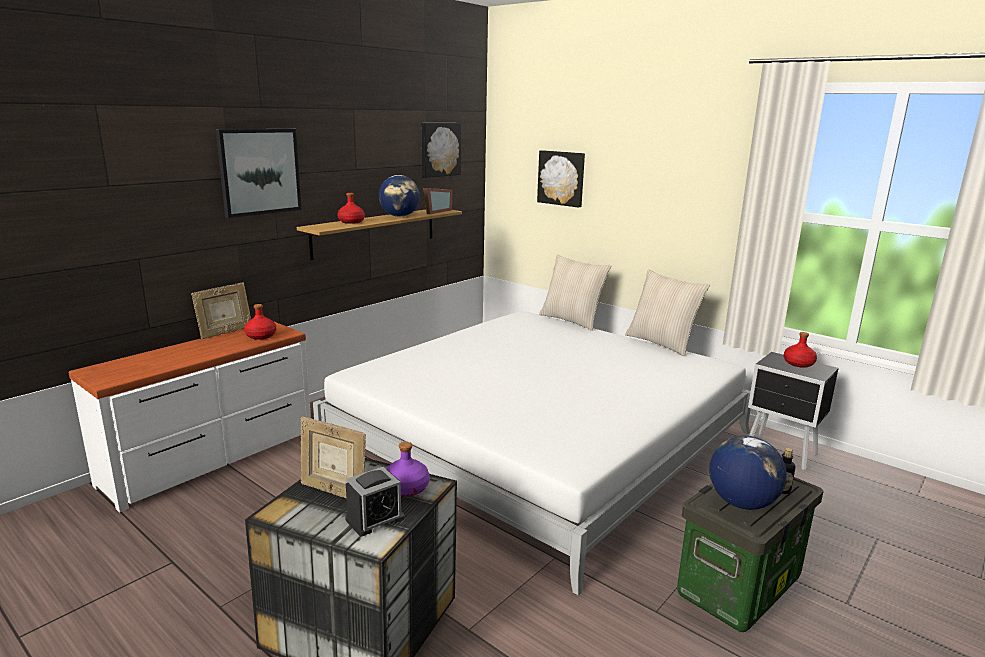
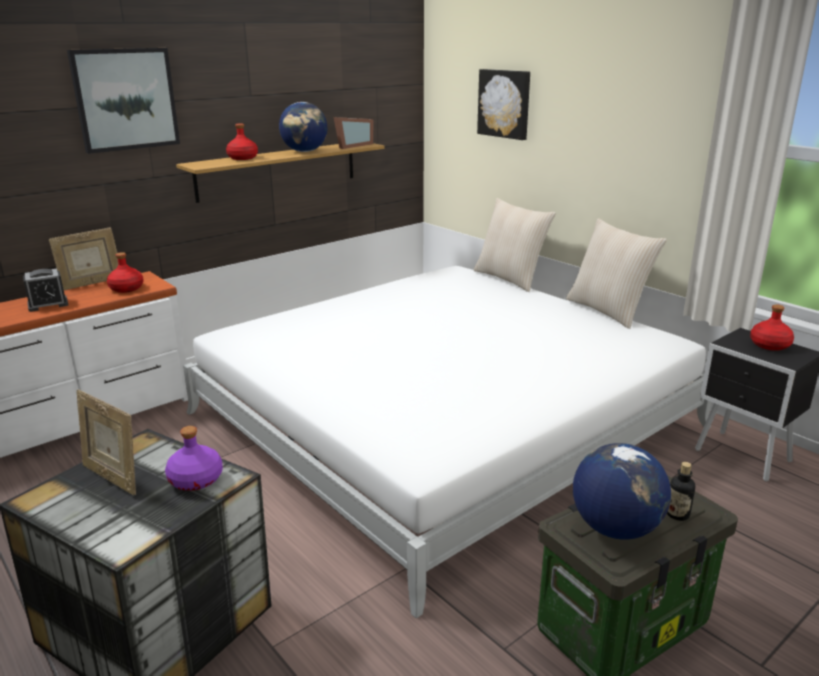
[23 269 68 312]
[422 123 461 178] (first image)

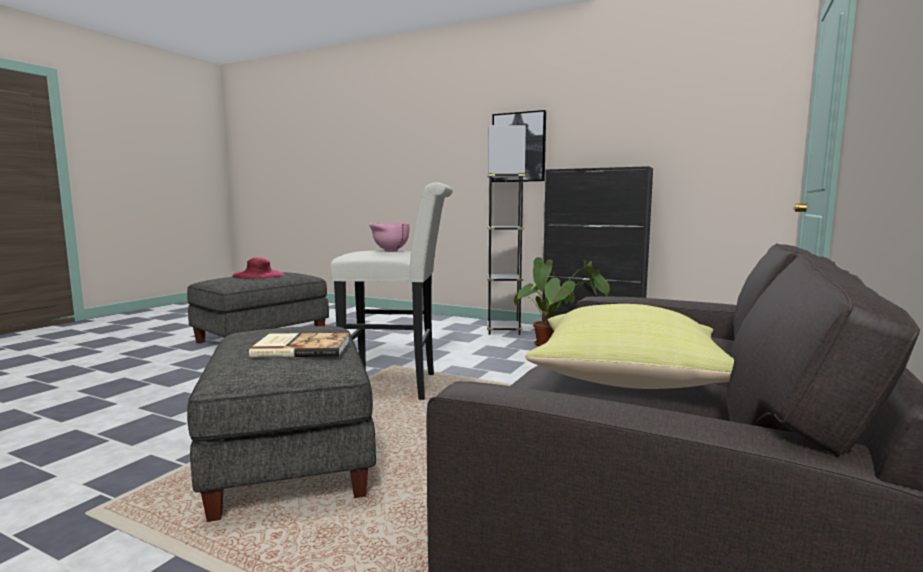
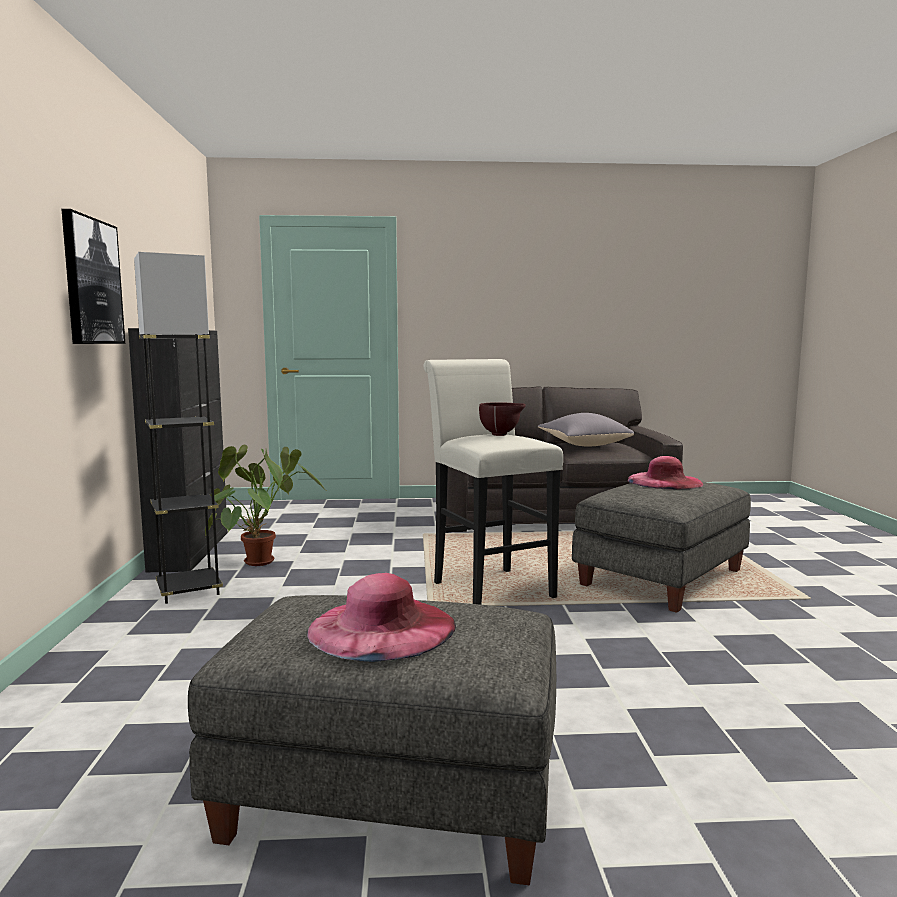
[479 402 526 436]
[538 413 634 446]
[628 456 703 490]

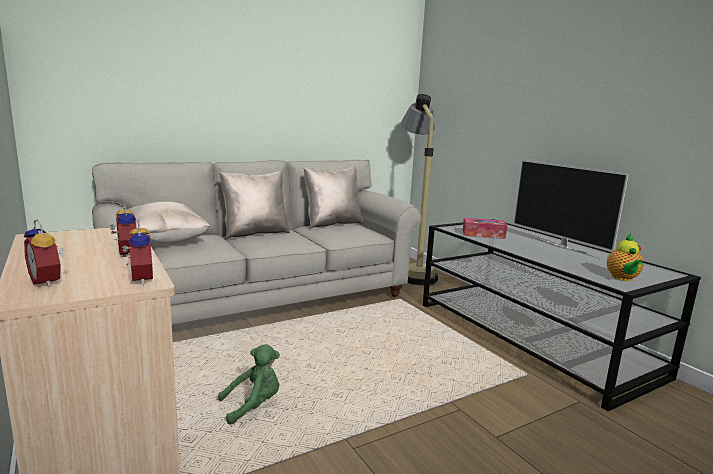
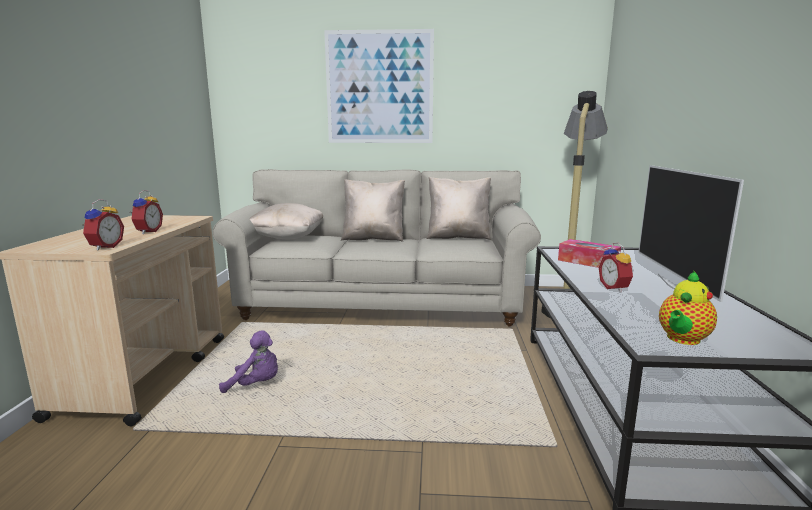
[219 330 278 393]
[324 29 434 143]
[599 243 634 292]

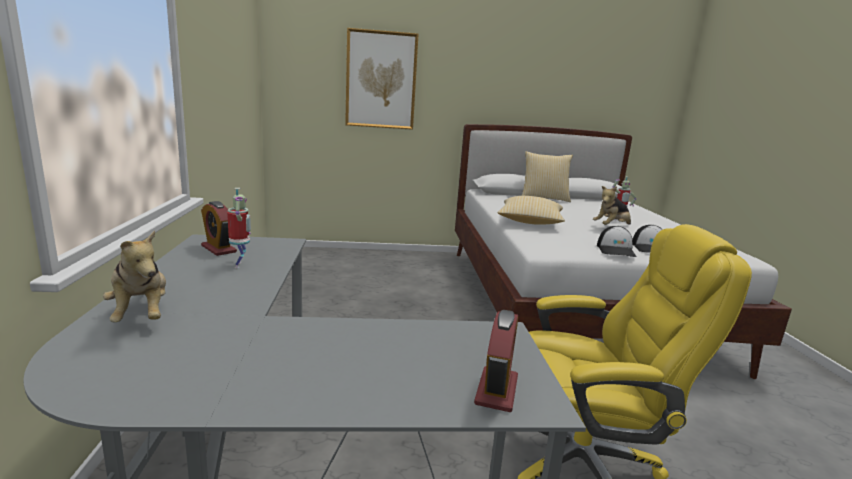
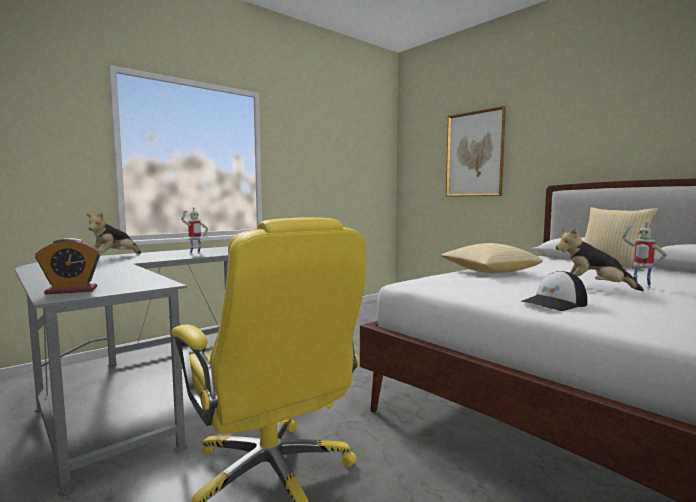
[201 201 237 256] (first image)
[597 226 637 257] (first image)

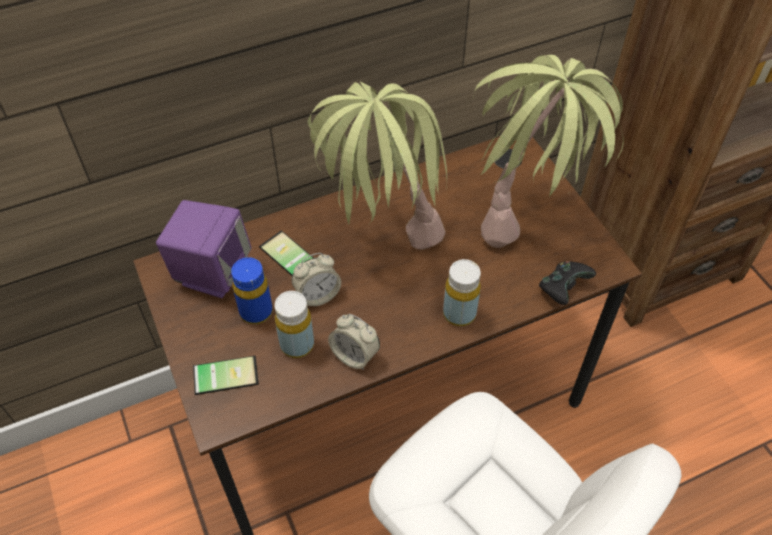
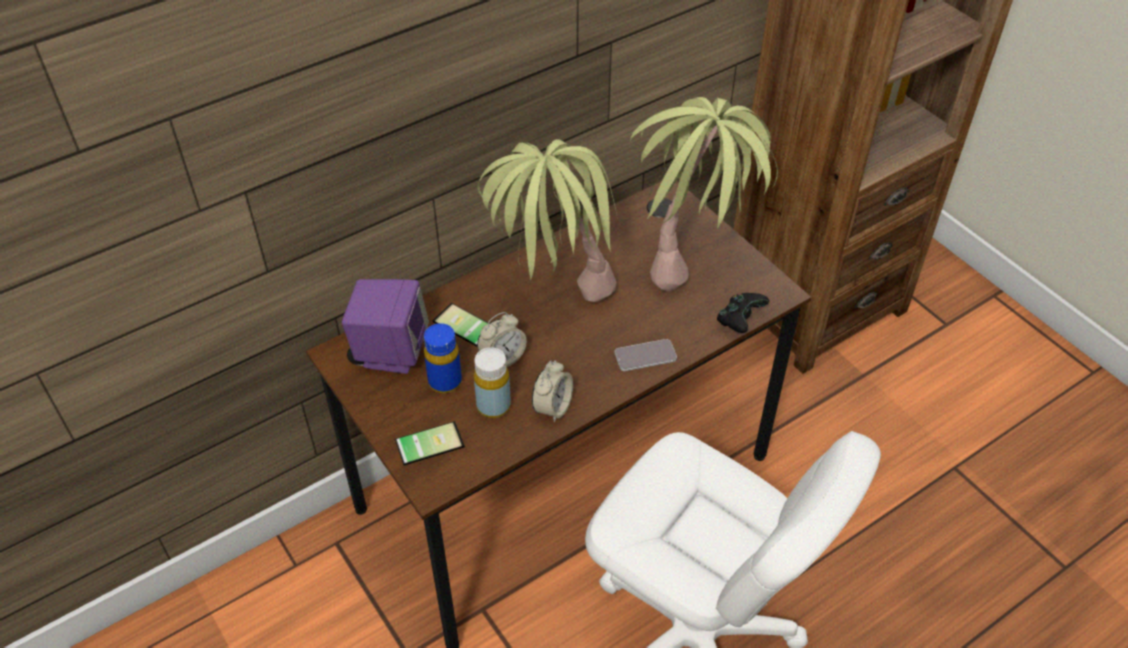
[532 360 573 422]
[615 339 677 371]

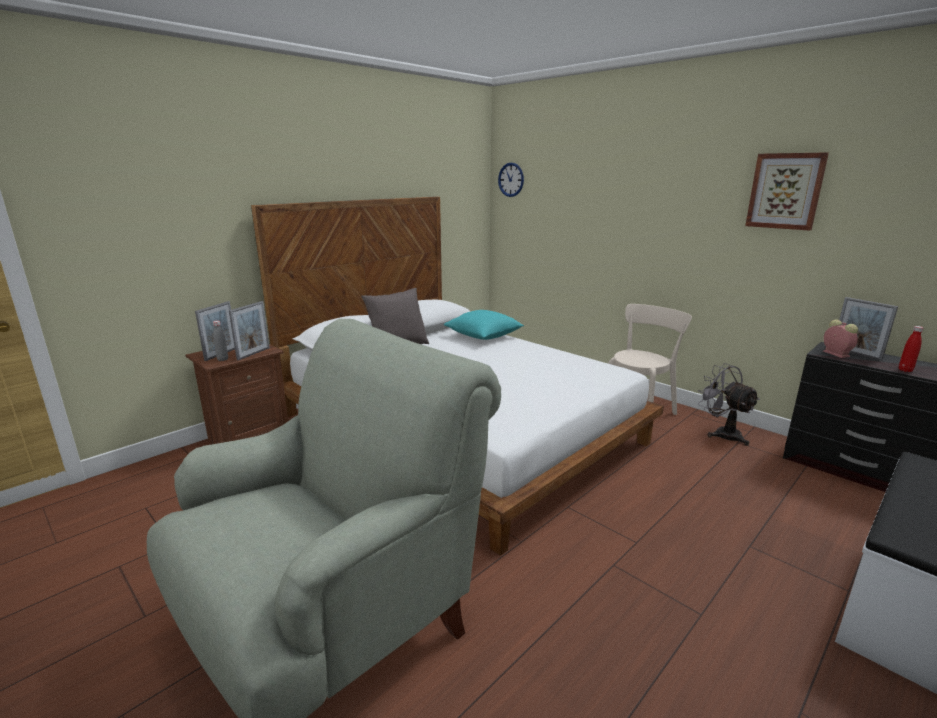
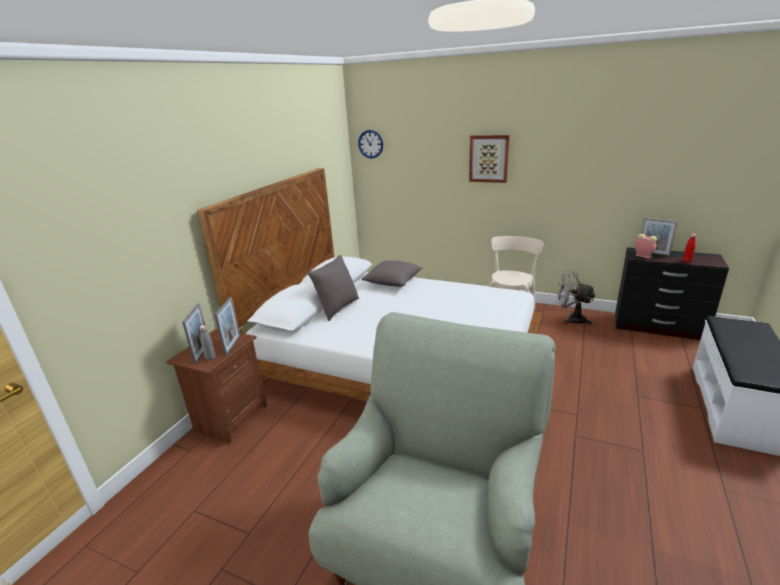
[362 260 422 287]
[469 135 510 183]

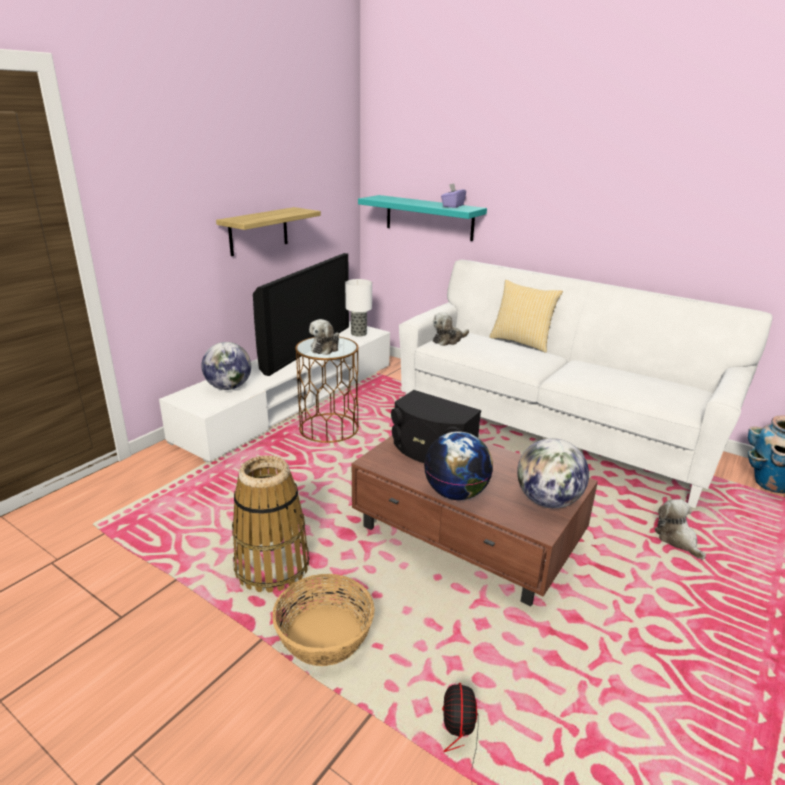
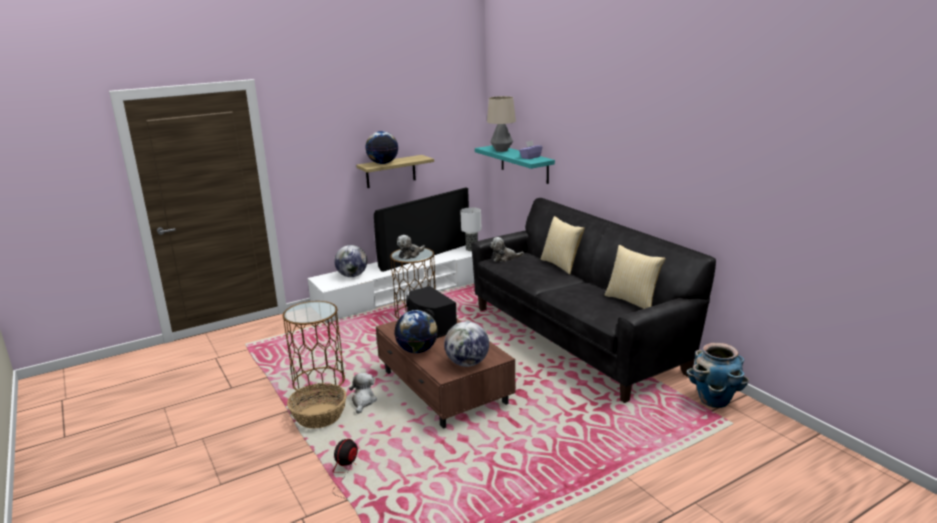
[283 301 345 393]
[349 373 377 414]
[366 131 398 164]
[471 198 716 403]
[487 96 516 152]
[604 245 666 309]

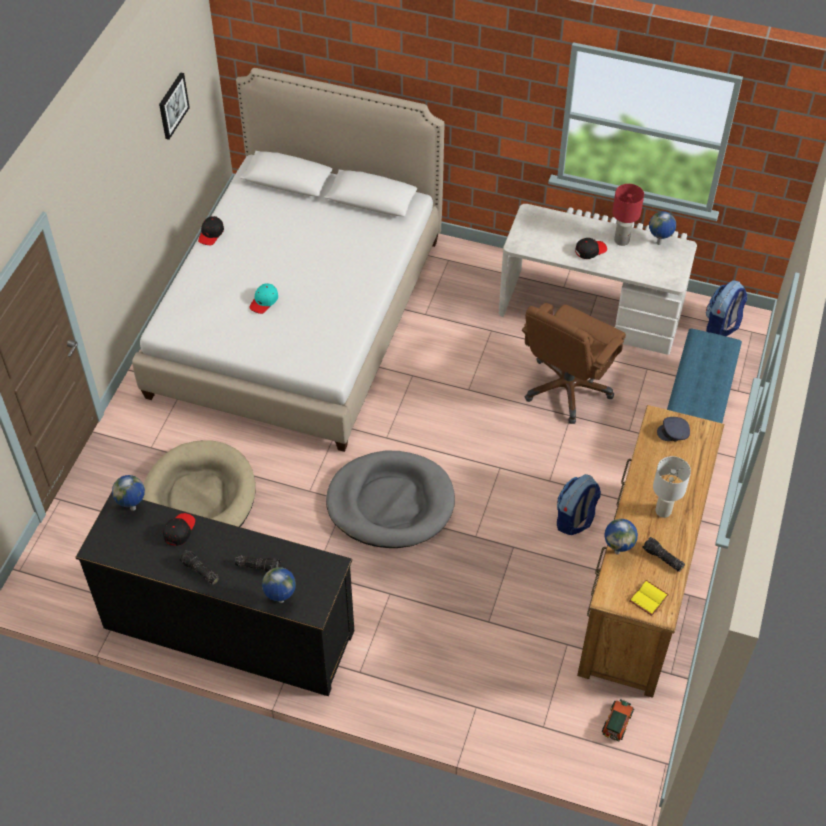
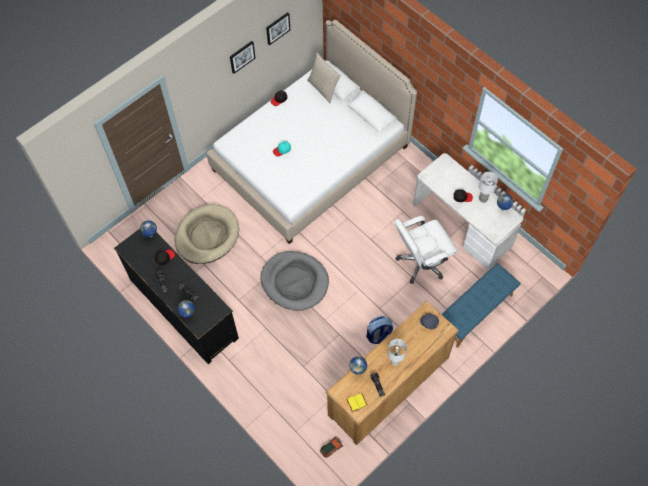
[230 41 255 74]
[307 53 341 104]
[394 216 458 284]
[479 172 498 203]
[706 280 747 336] (first image)

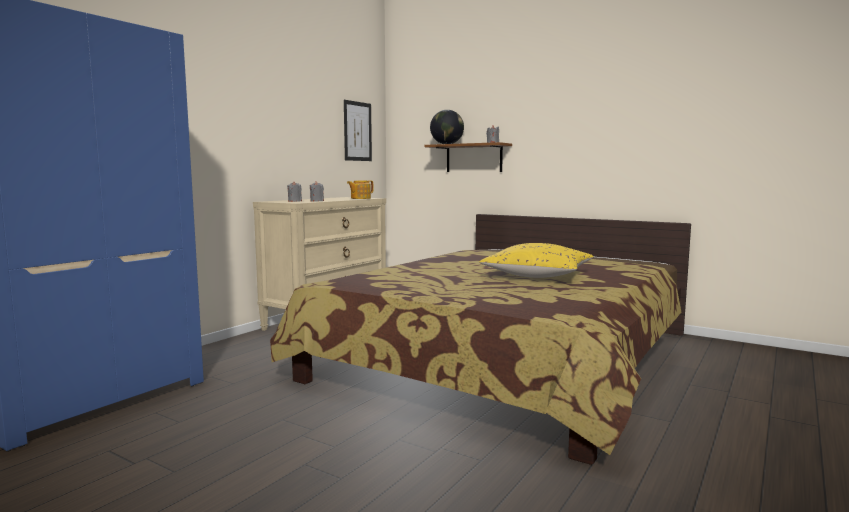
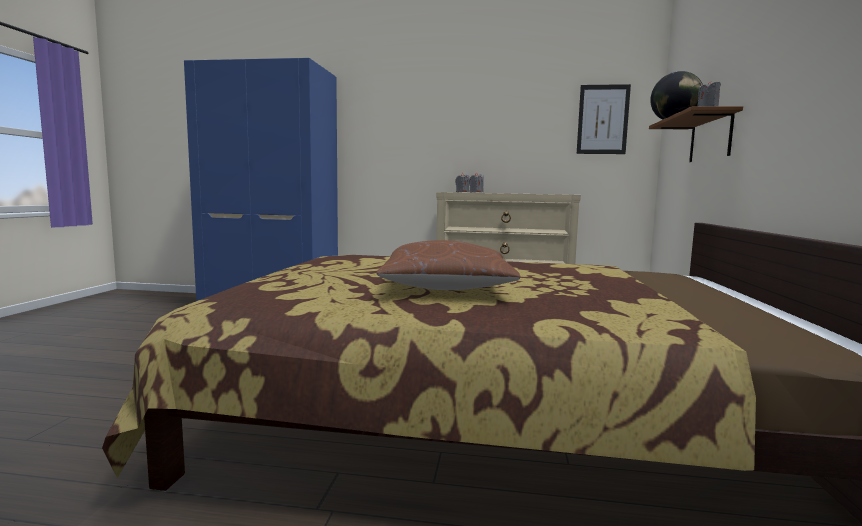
[377 240 520 290]
[347 180 373 199] (first image)

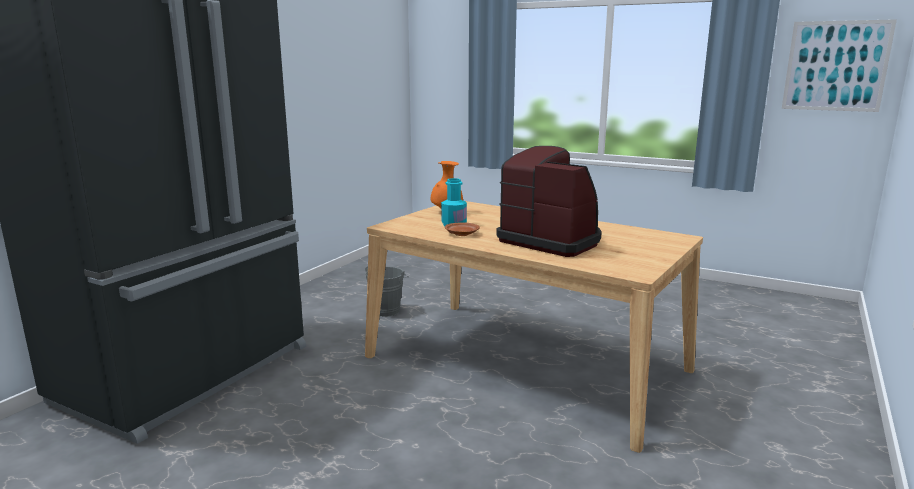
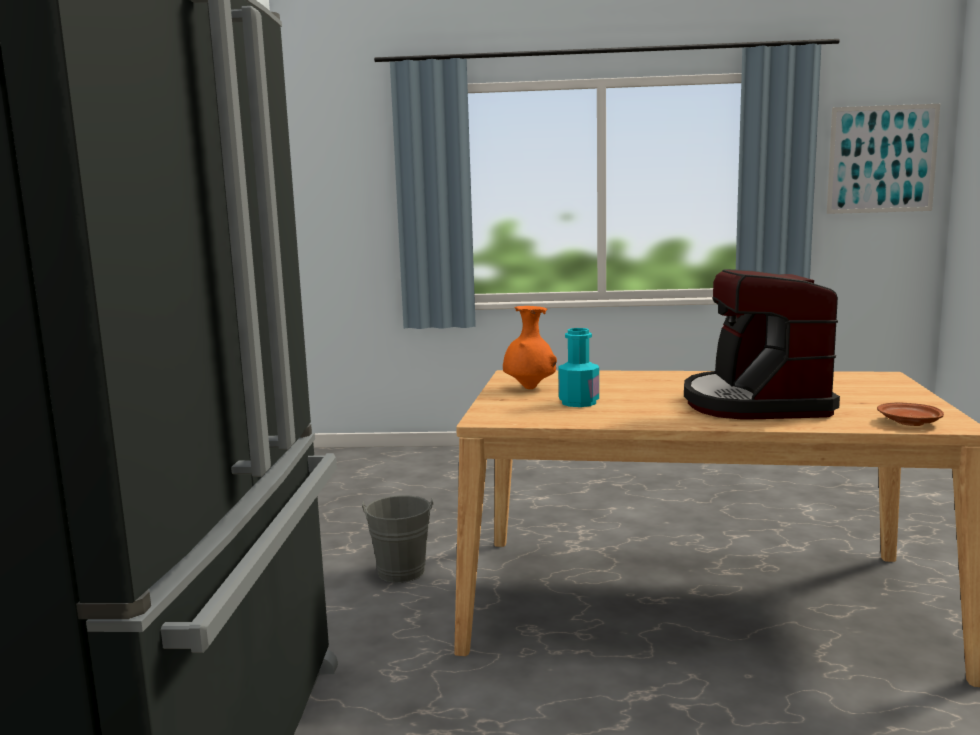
[684 269 840 419]
[877 402 944 426]

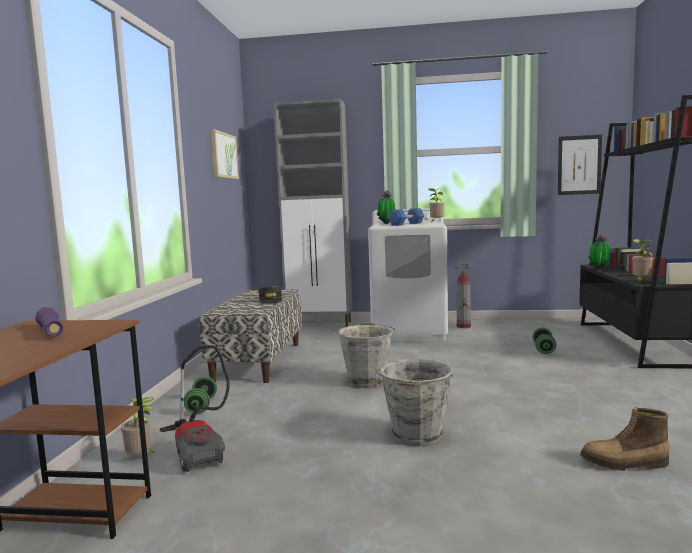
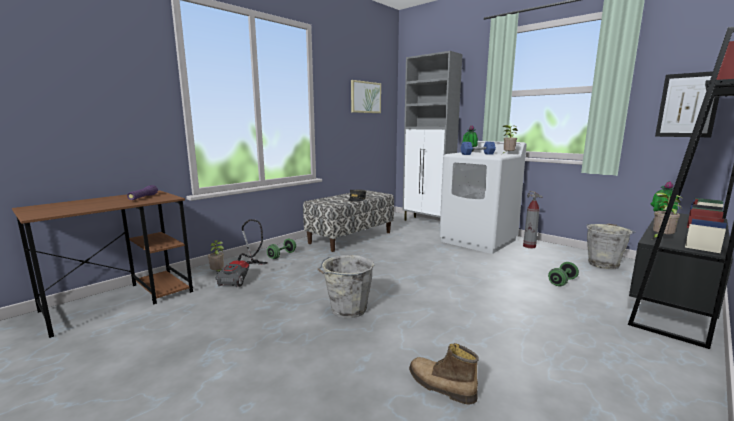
[586 223 635 269]

